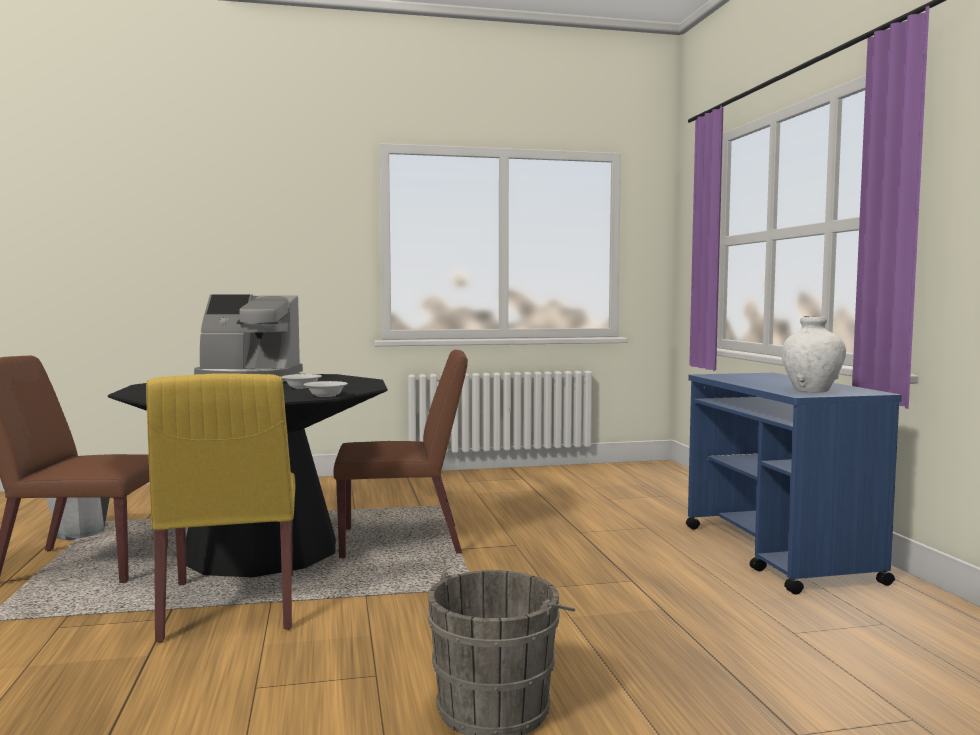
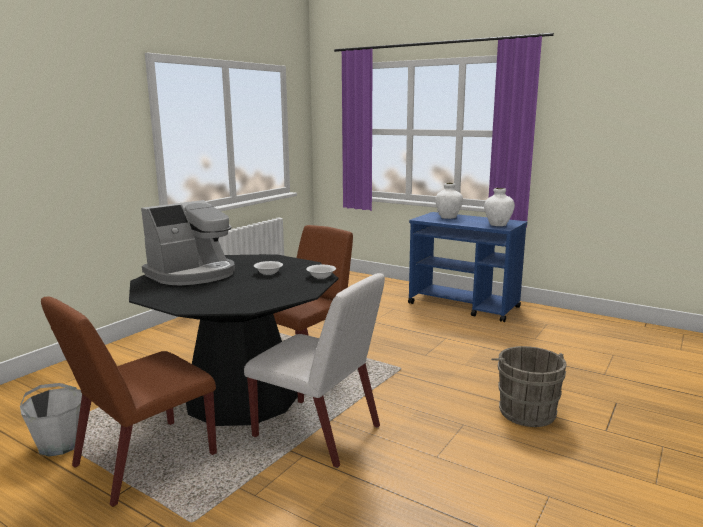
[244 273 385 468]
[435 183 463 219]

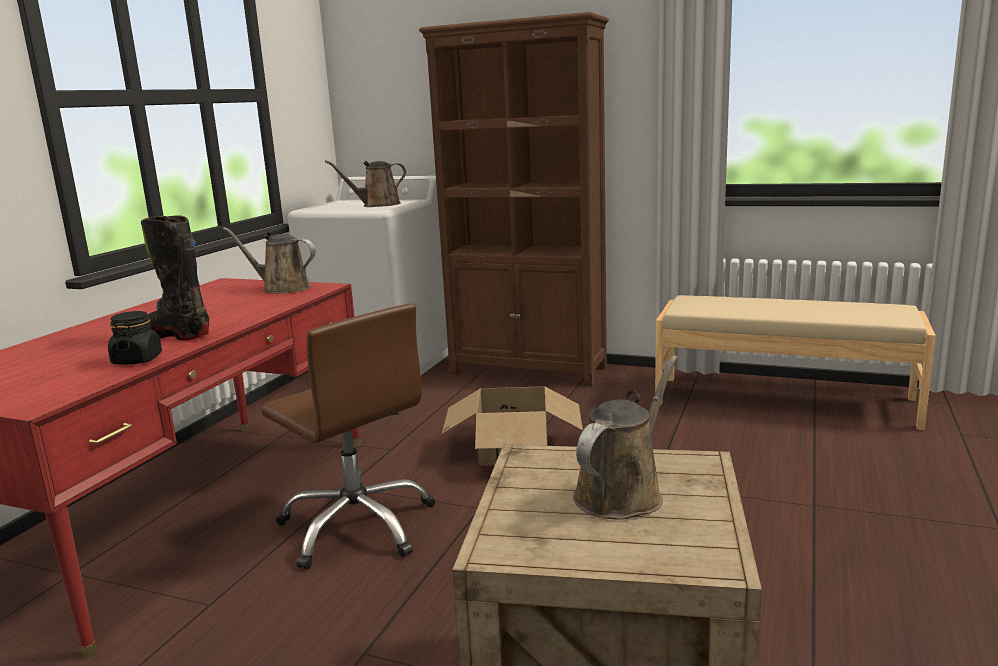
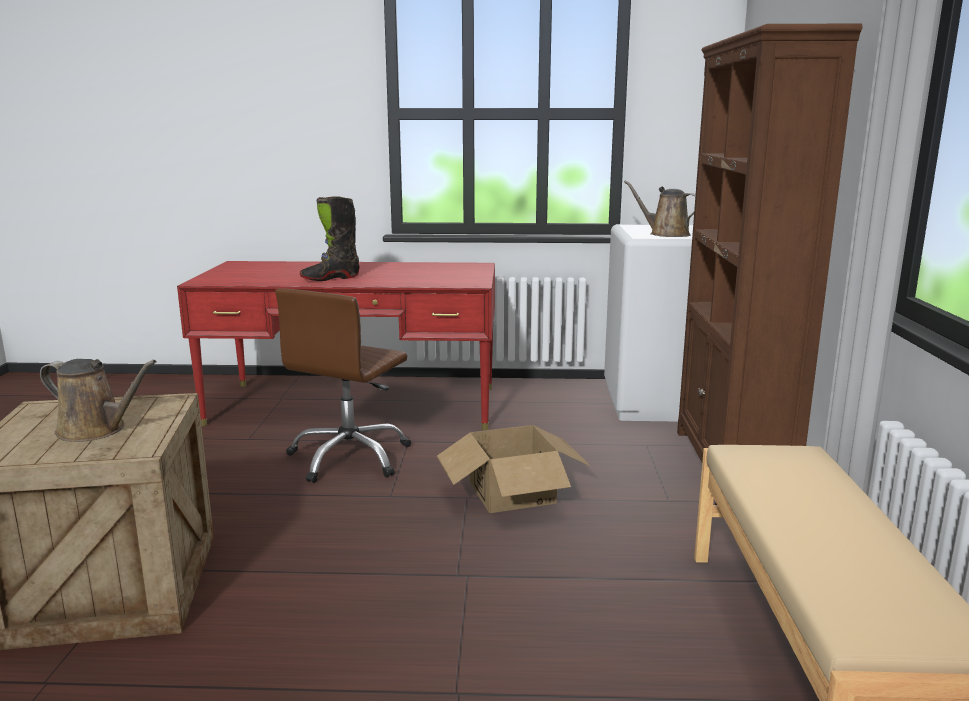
[300 196 360 281]
[108 311 162 365] (first image)
[223 227 316 294] (first image)

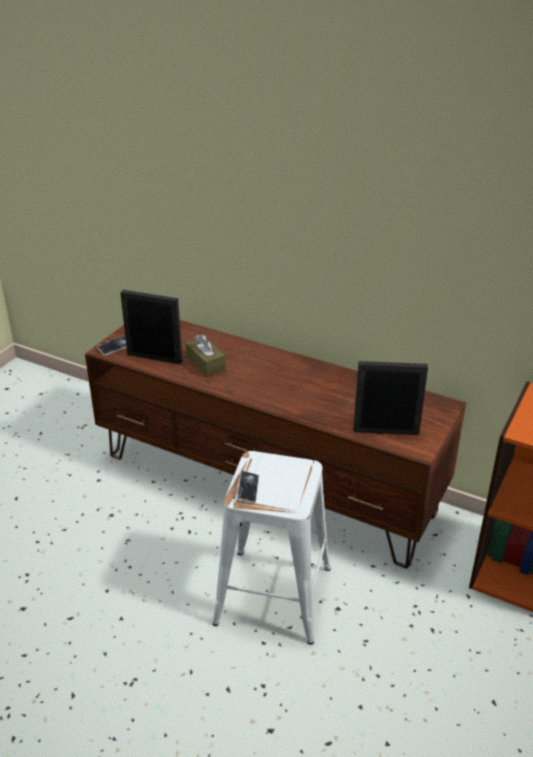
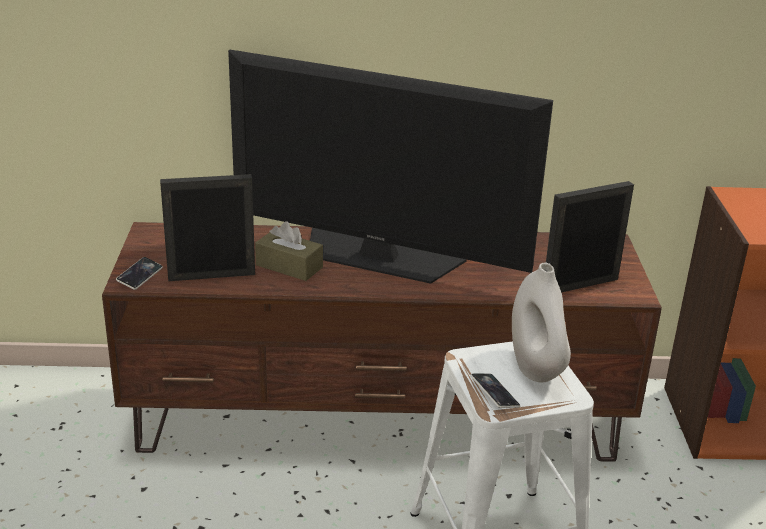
[228 50 553 284]
[512 263 571 383]

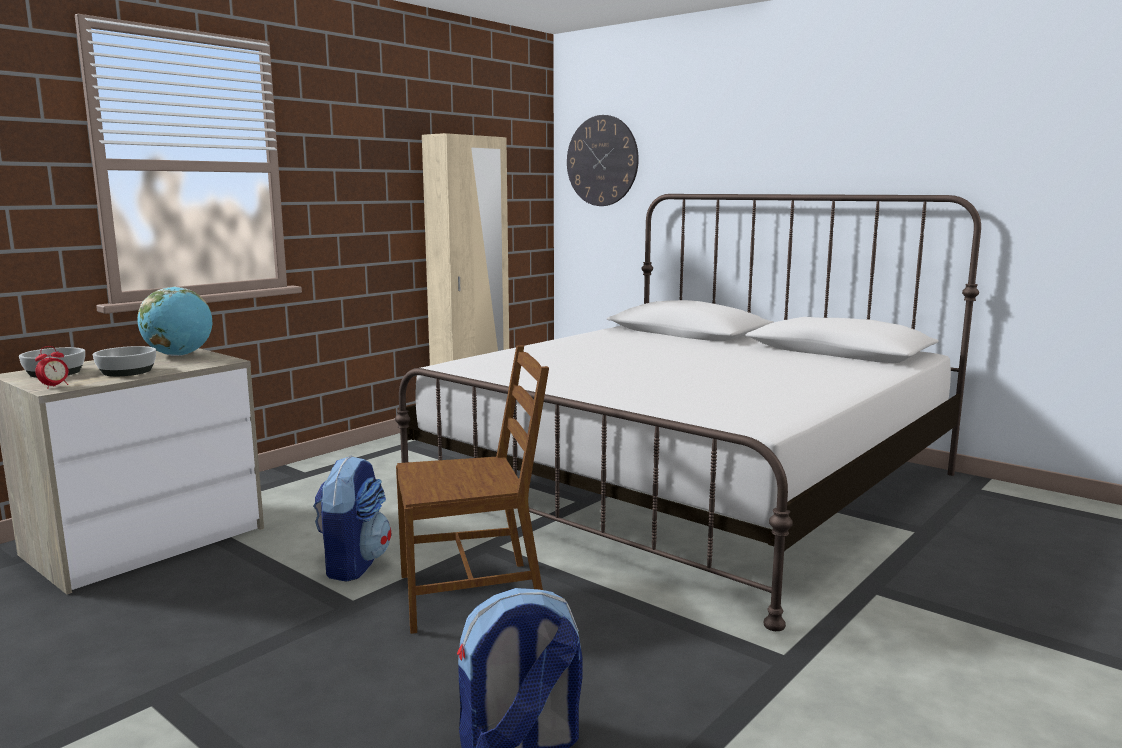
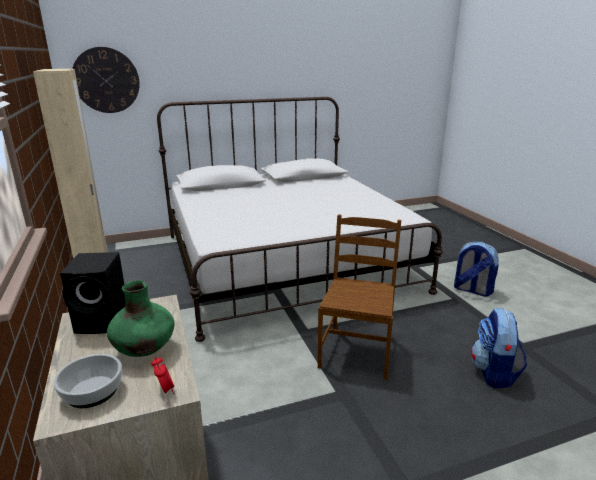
[60 252 126 334]
[107 280 175 357]
[454 242 499 297]

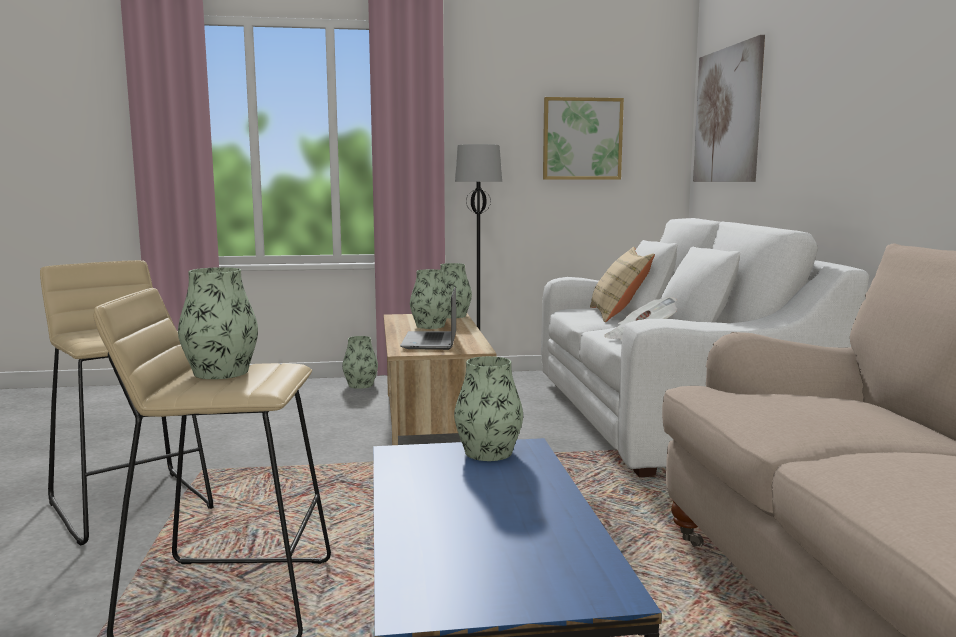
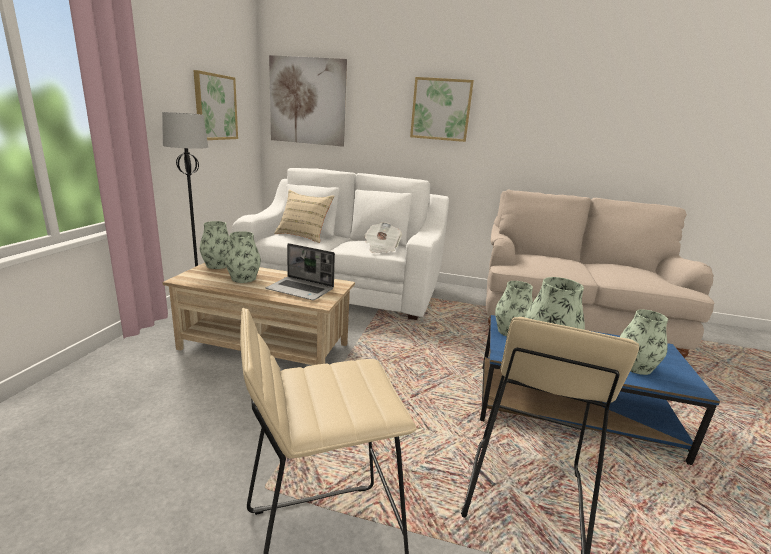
[410 77 474 142]
[620 309 668 375]

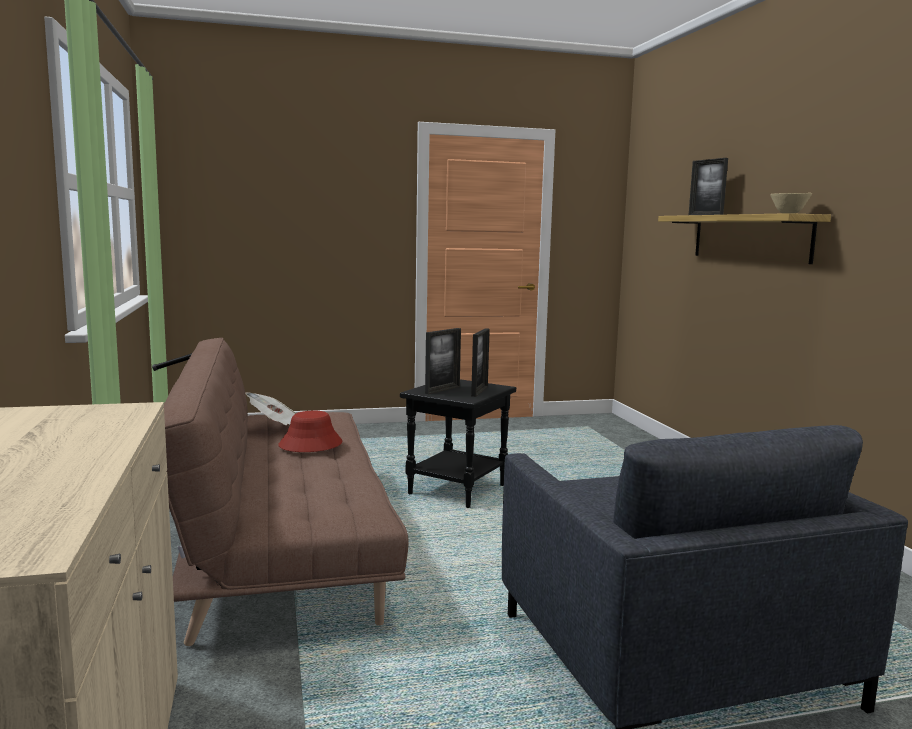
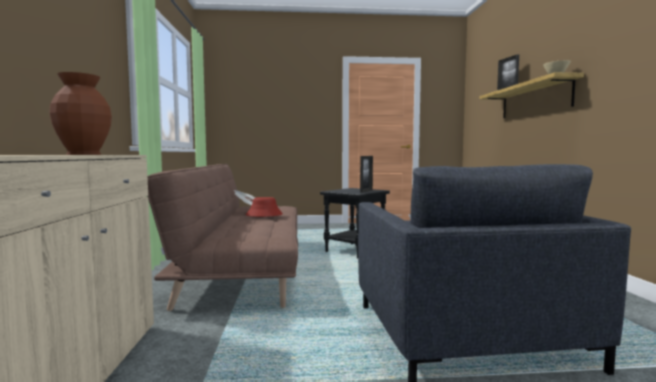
[49 72 112 155]
[425 328 461 394] (first image)

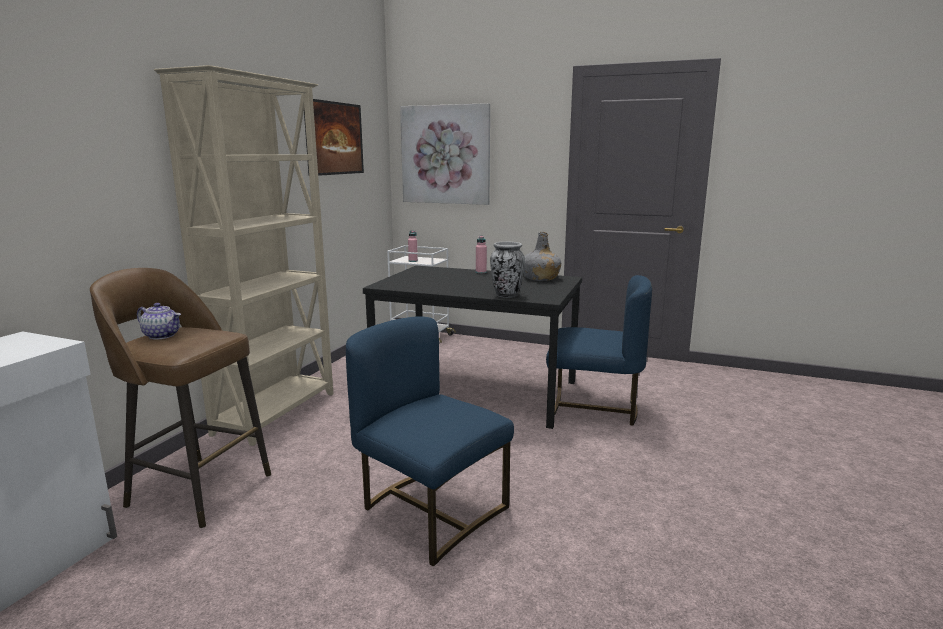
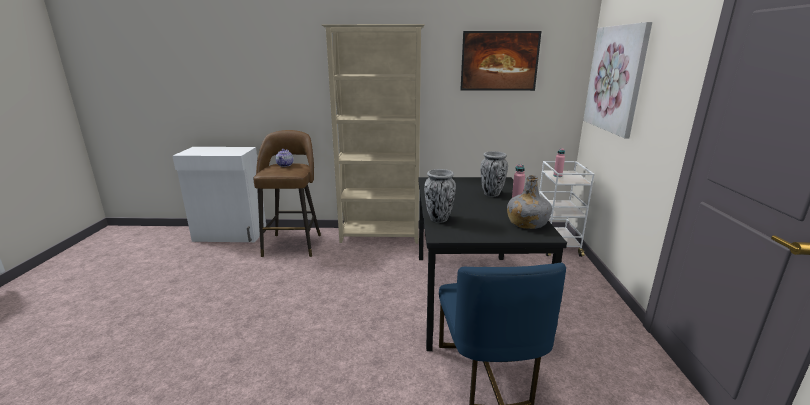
[480 151 508 197]
[346 316 514 567] (first image)

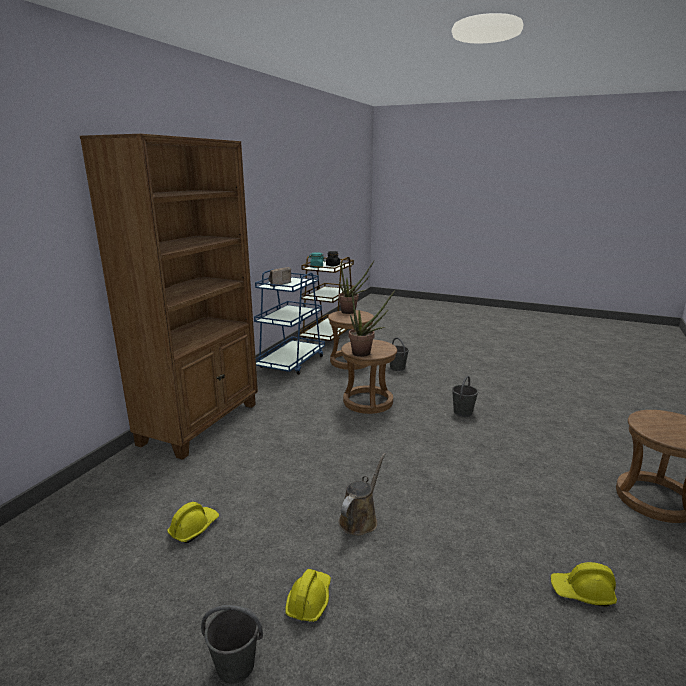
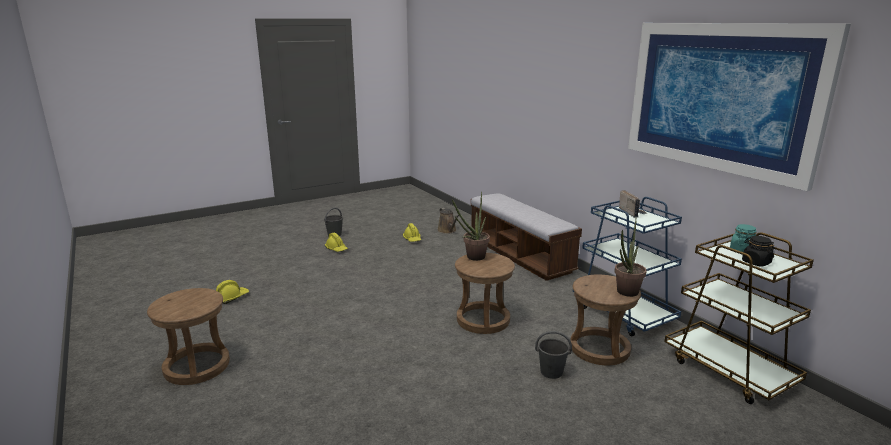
[437 208 459 234]
[471 193 582 281]
[628 23 851 191]
[452 376 478 417] (first image)

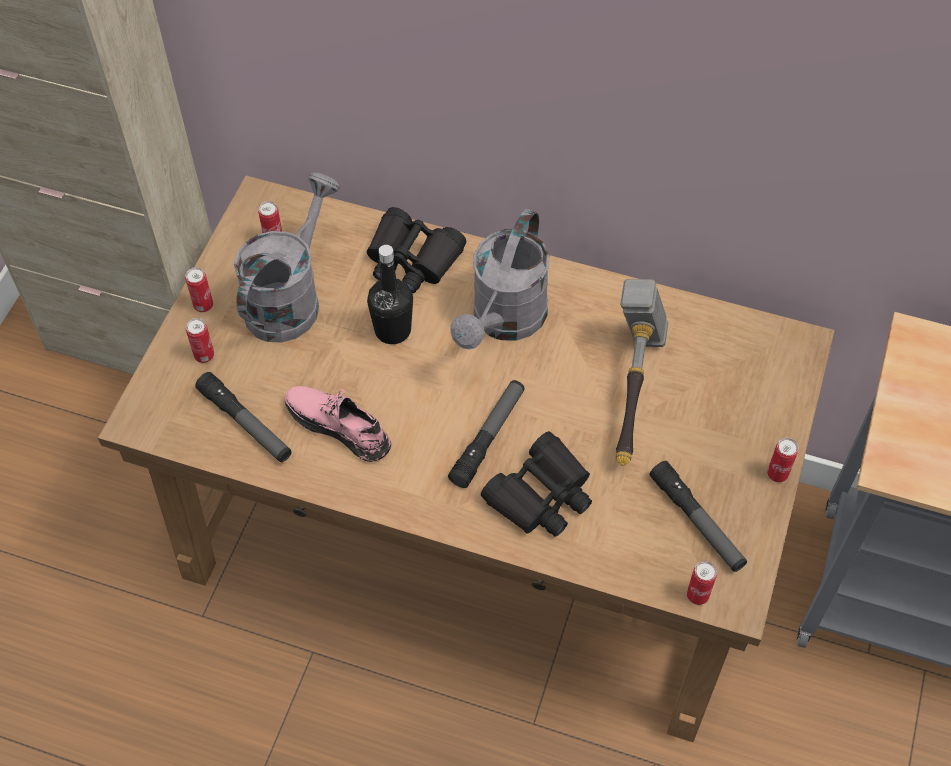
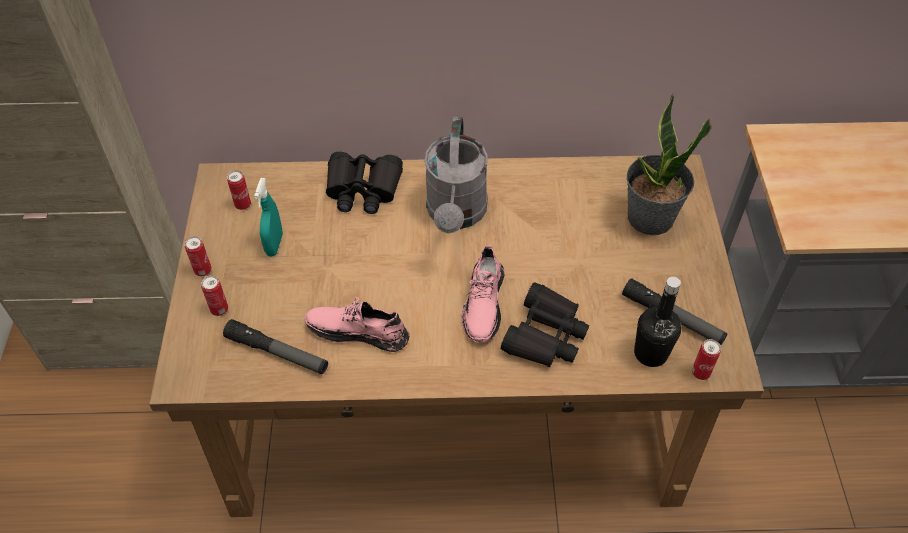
[254 178 283 257]
[461 245 505 343]
[627 93 712 235]
[634 277 682 367]
[616 279 668 466] (first image)
[767 438 798 482] (first image)

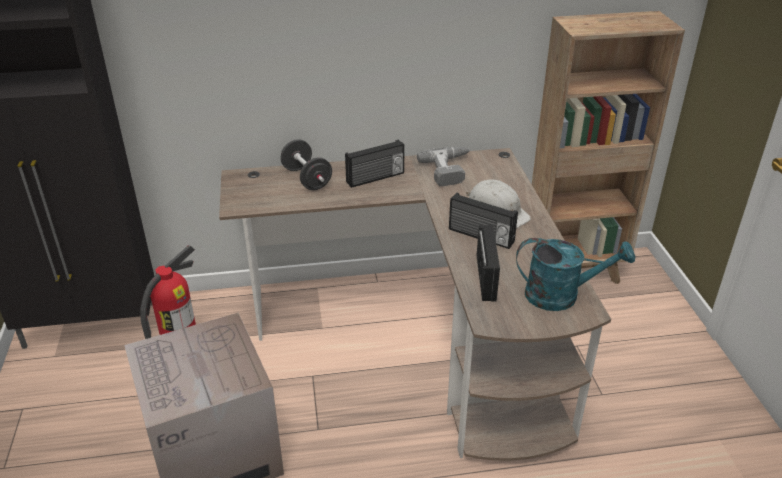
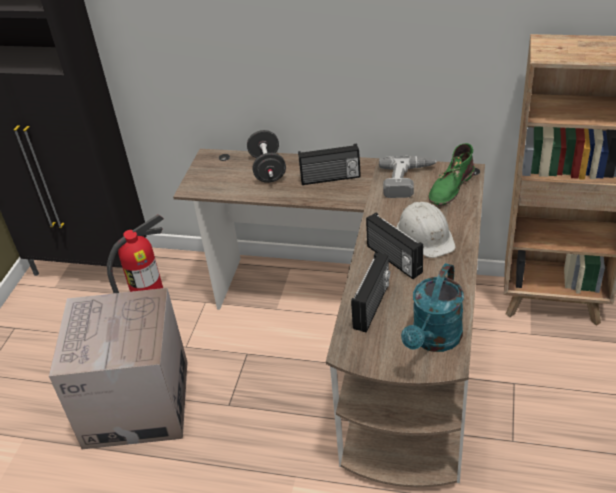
[401 263 464 352]
[429 143 475 205]

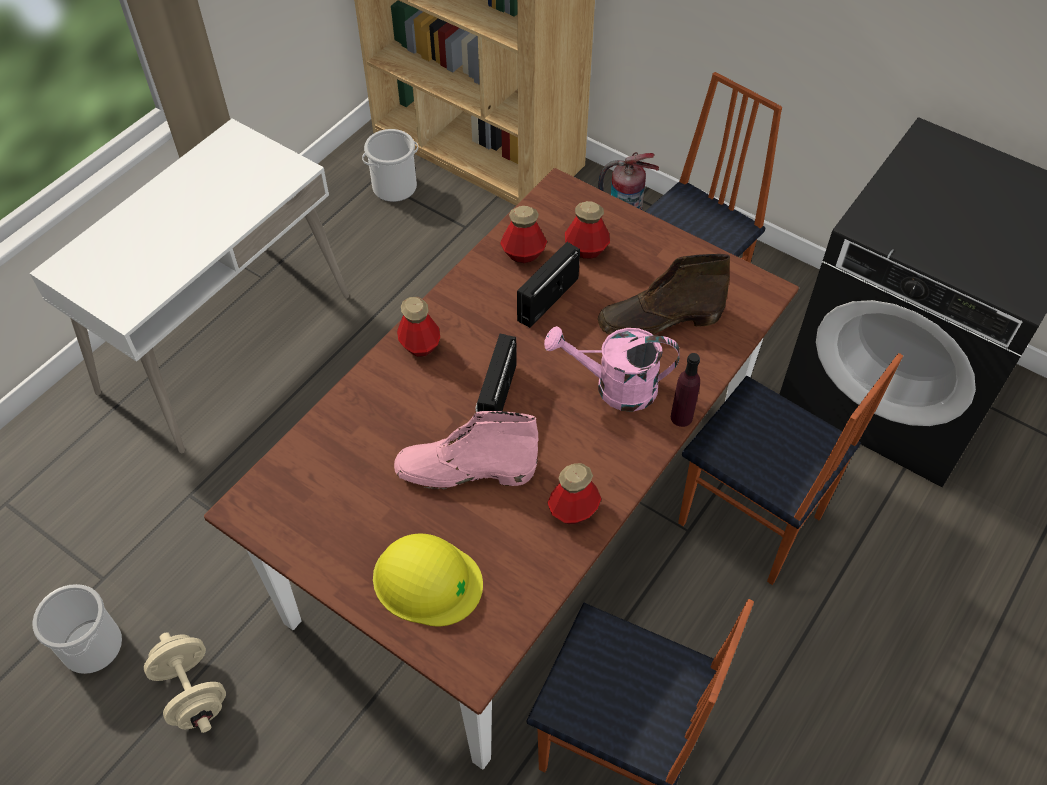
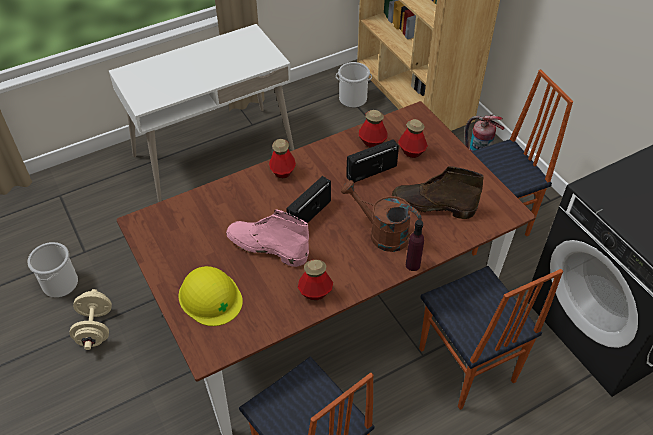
[341 180 422 252]

